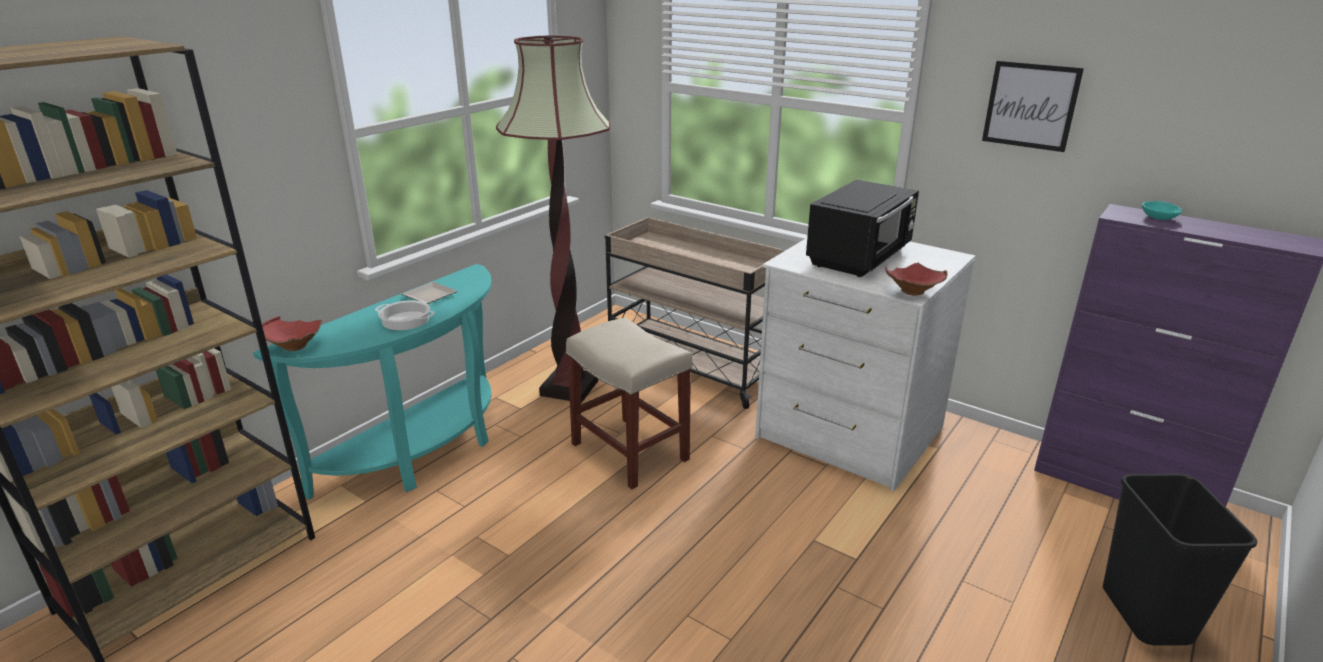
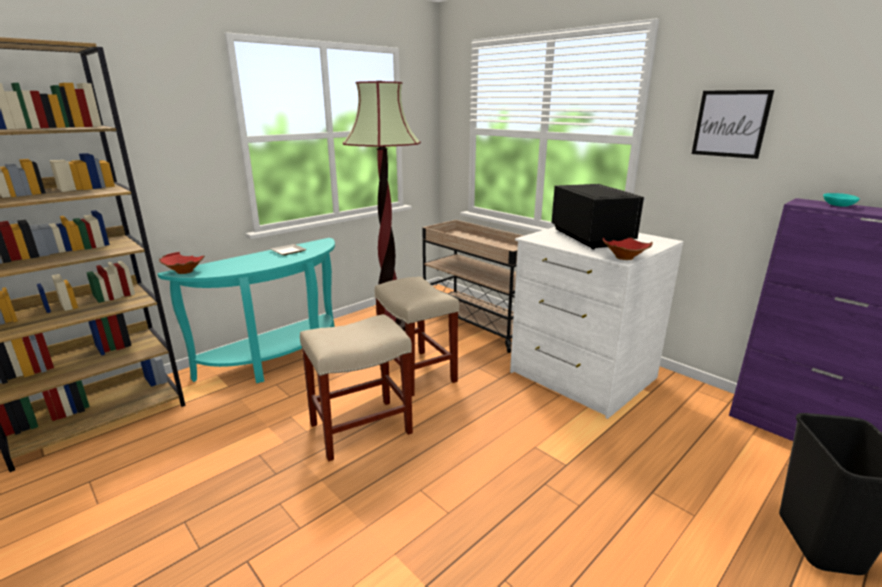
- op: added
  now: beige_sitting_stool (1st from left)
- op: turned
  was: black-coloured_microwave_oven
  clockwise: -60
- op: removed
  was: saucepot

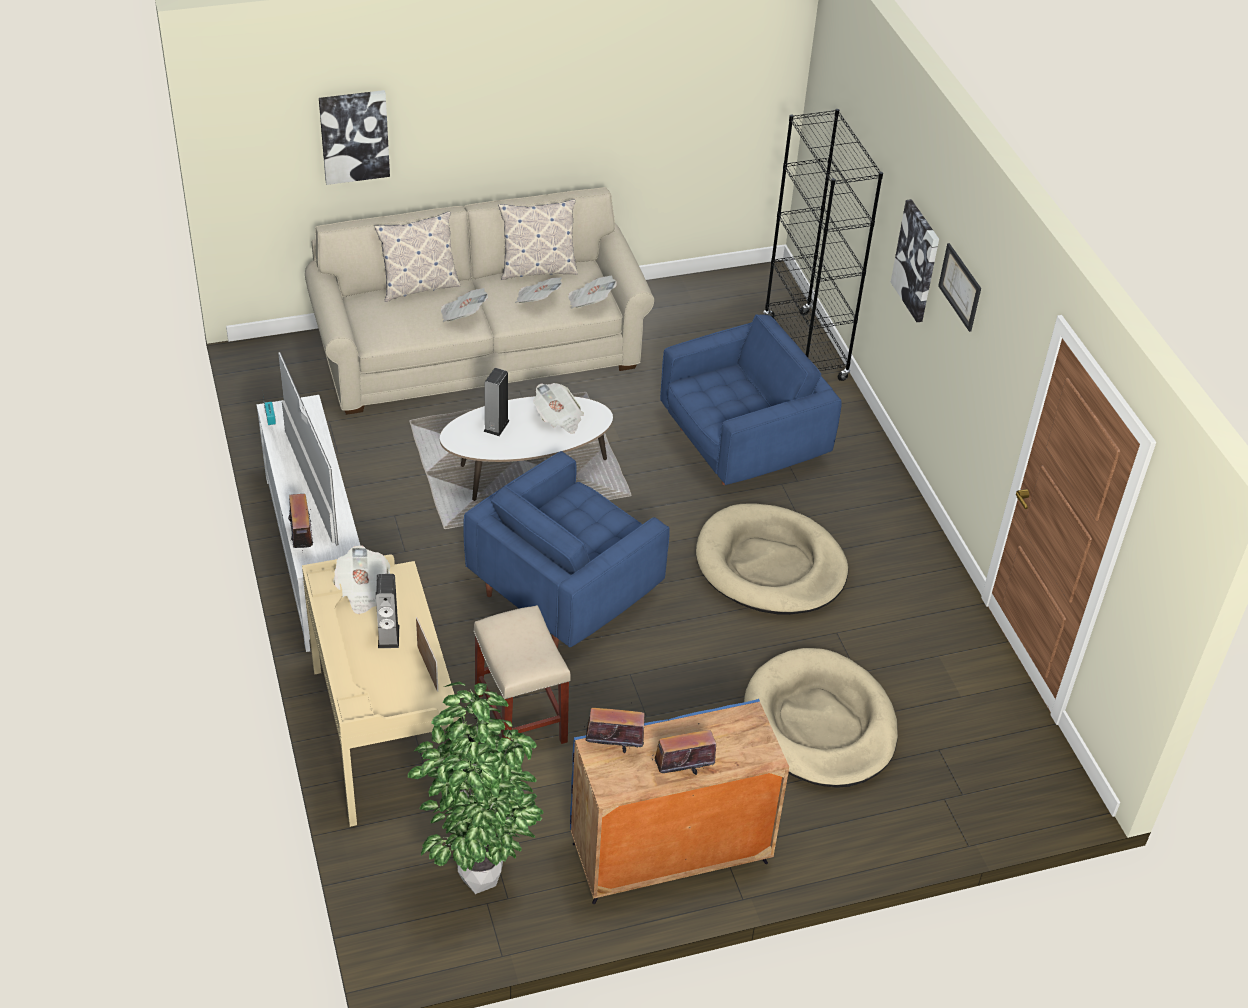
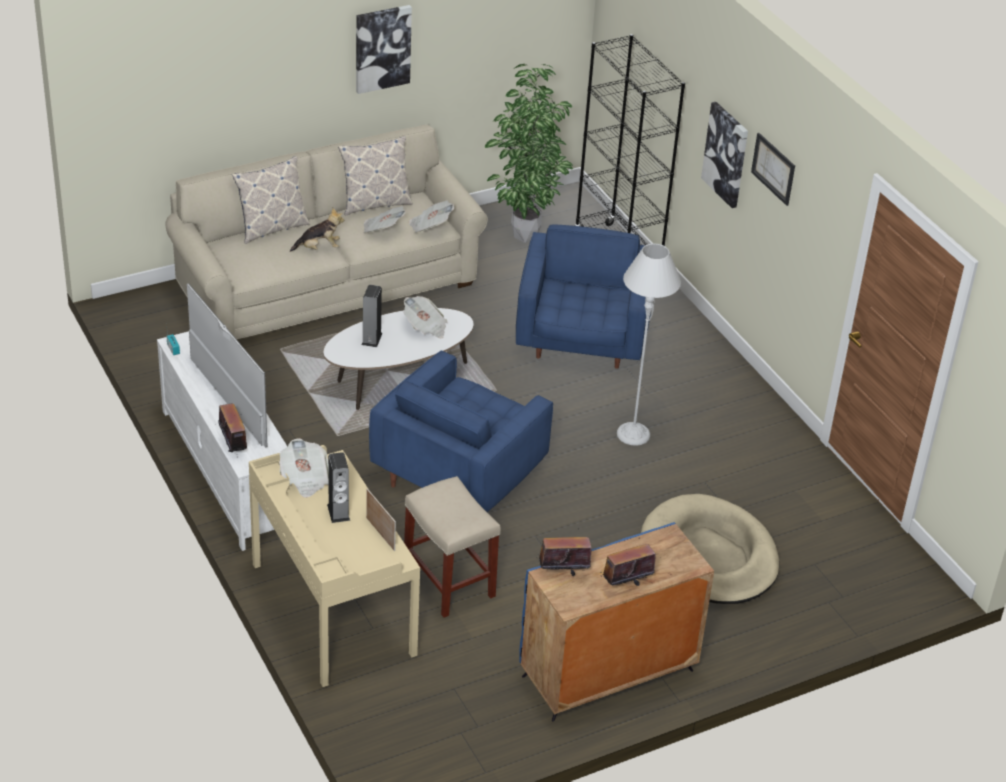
- op: replaced
  was: newspaper (2nd from left)
  now: plush_toy
- op: moved
  was: wall_picture (1st from left)
- op: moved
  was: potted_plant
- op: turned
  was: blue_easy_chair (2nd from left)
  clockwise: -45
- op: replaced
  was: beige_pet_bed (1st from left)
  now: gray_standard_lamp

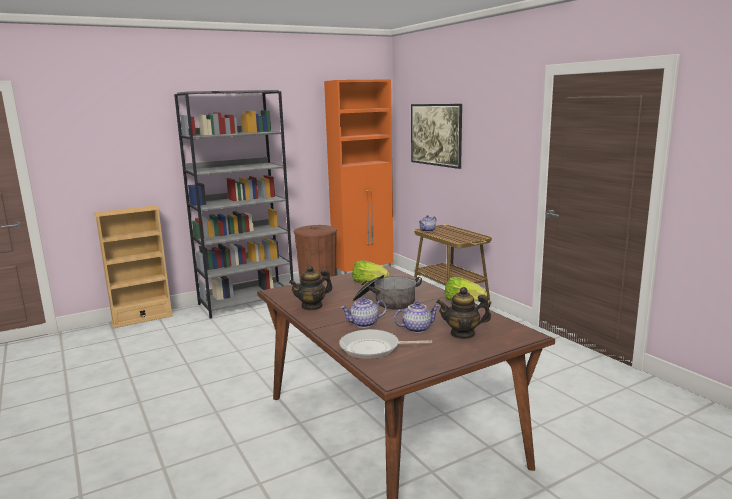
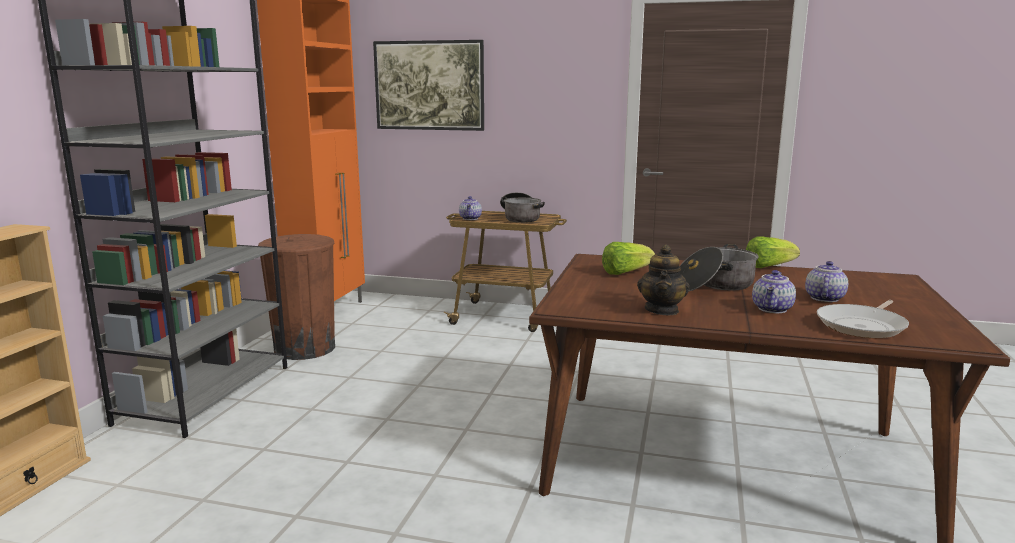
- op: added
  now: saucepot (1st from left)
- op: removed
  was: pot_for_tea (5th from left)

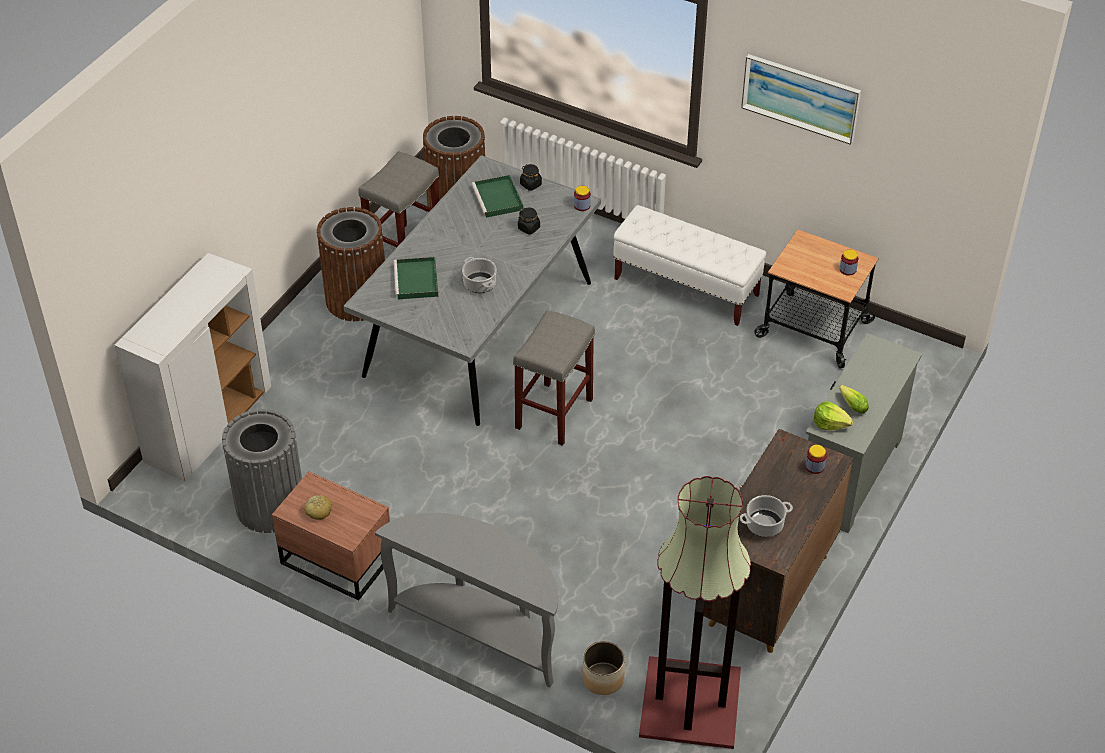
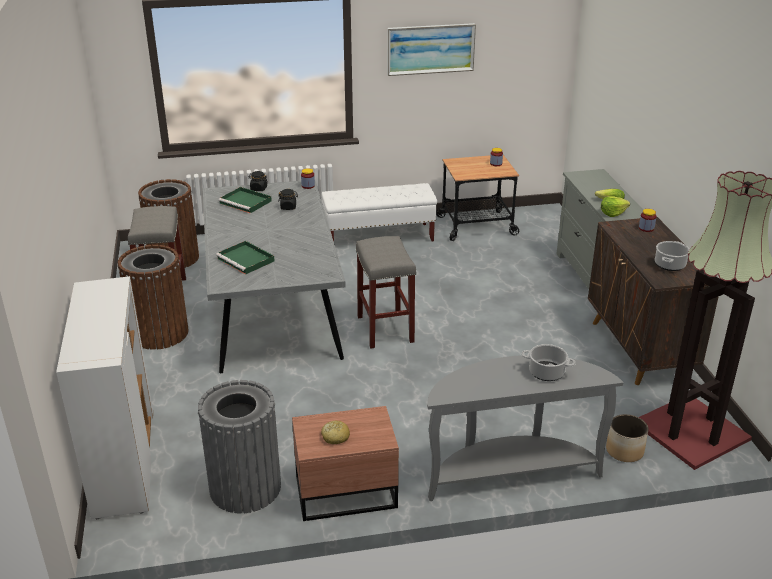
- op: moved
  was: saucepot (1st from left)

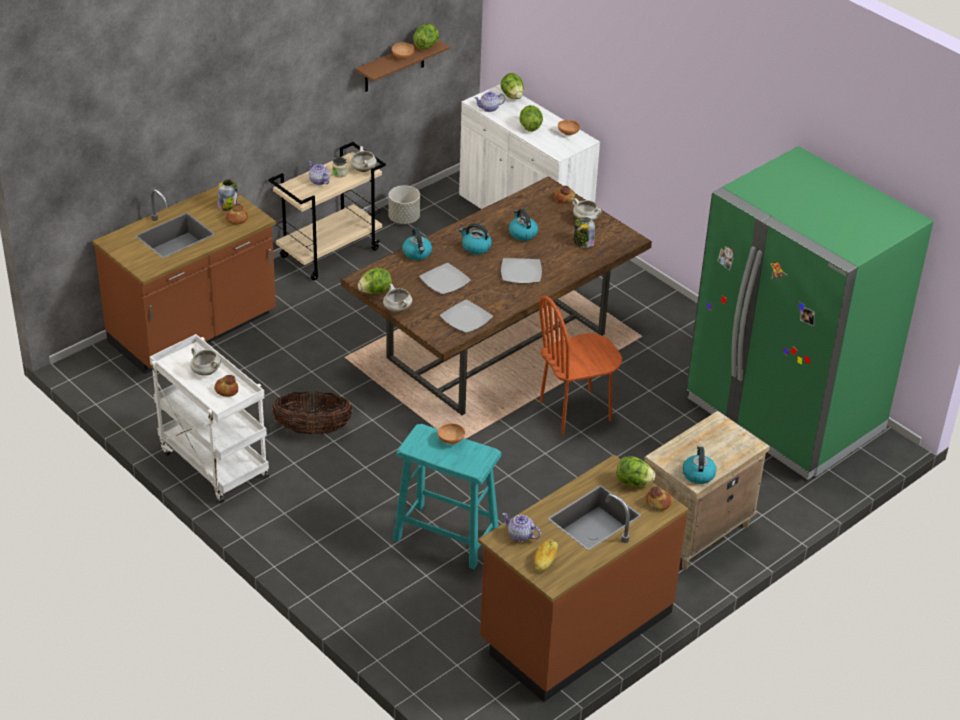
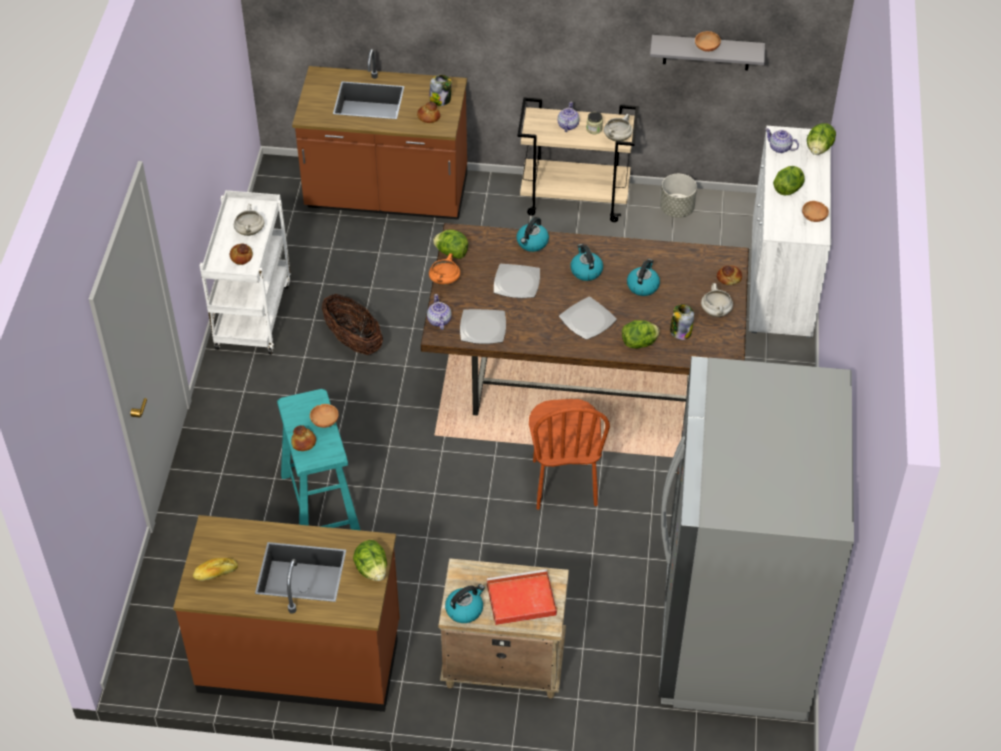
- op: moved
  was: bread (5th from left in the first image)
  now: bread (3rd from left)
- op: moved
  was: pot_for_tea (3rd from left in the first image)
  now: pot_for_tea (1st from left)
- op: recoloured
  was: whitish_saucepot (3rd from left)
  now: orangey_saucepot
- op: added
  now: red-coloured_carrying_tray
- op: turned
  was: brown_plain_chair
  clockwise: -120
- op: moved
  was: lettuce_head (2nd from left in the first image)
  now: lettuce_head (3rd from left)
- op: recoloured
  was: brown_shelf
  now: gray_shelf
- op: recoloured
  was: green-coloured_kitchen_fridge
  now: gray_kitchen_fridge

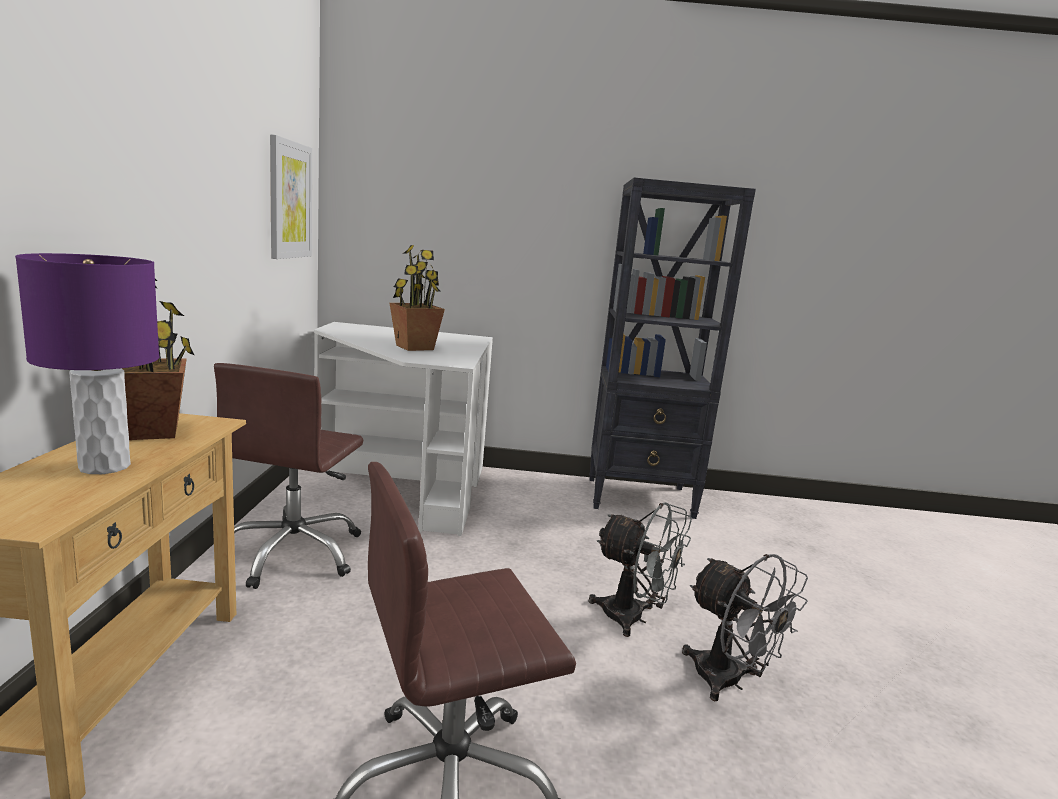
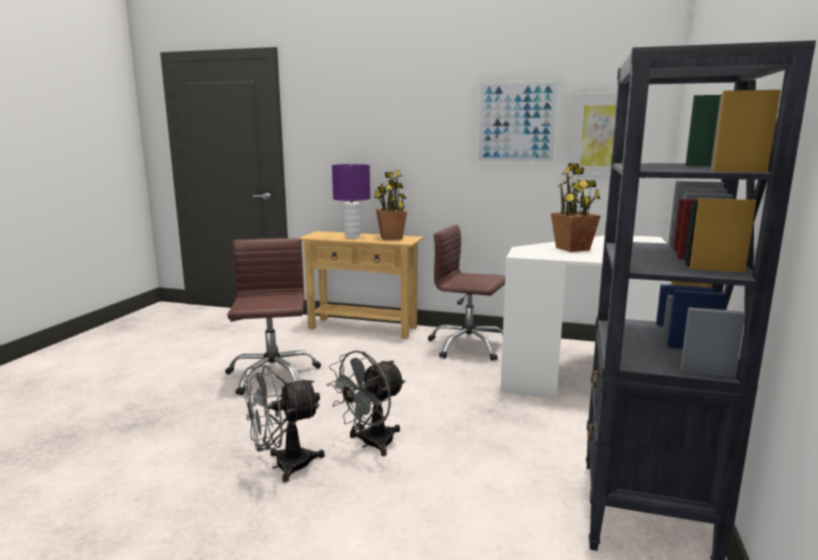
- op: added
  now: wall_picture (1st from left)

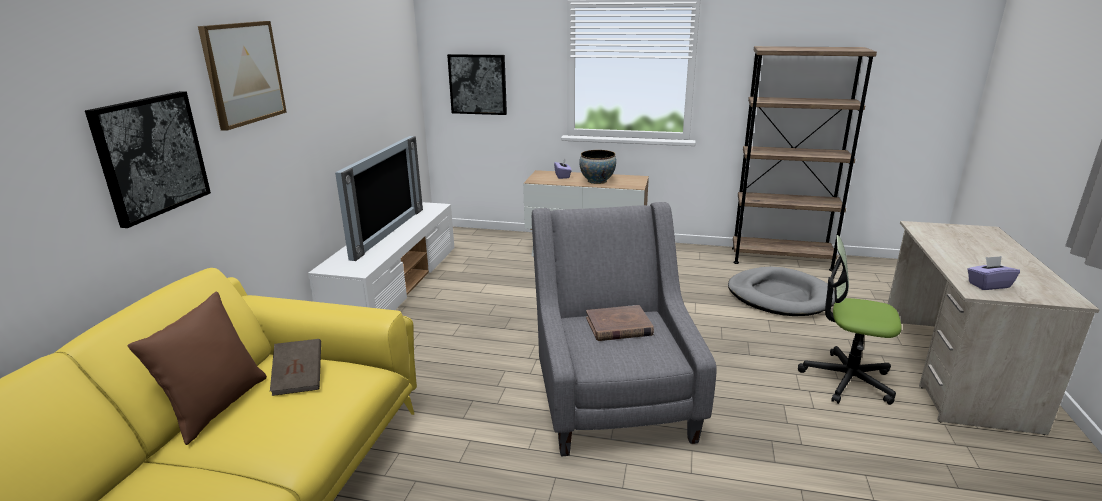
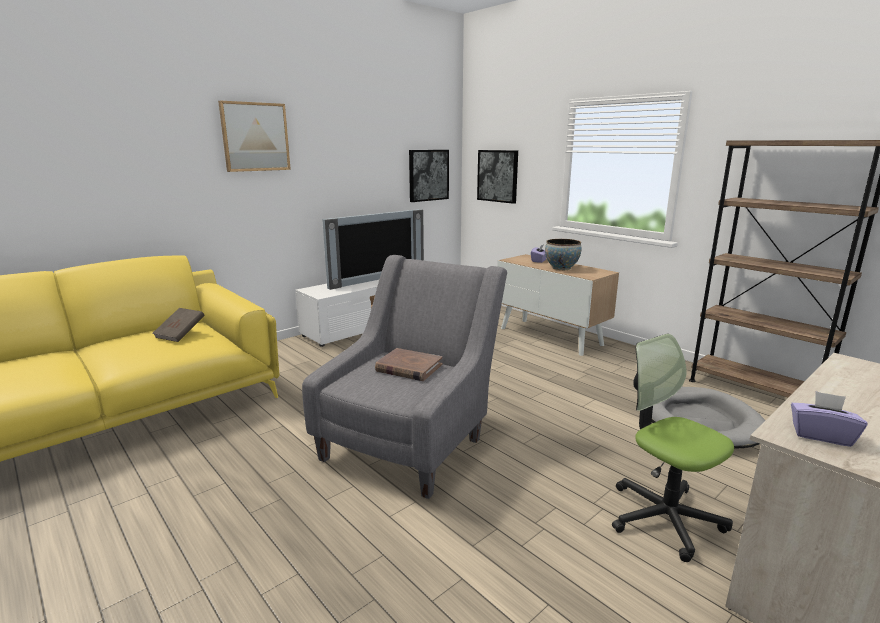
- op: moved
  was: wall_picture (1st from left in the first image)
  now: wall_picture (2nd from left)
- op: removed
  was: brown_pillow

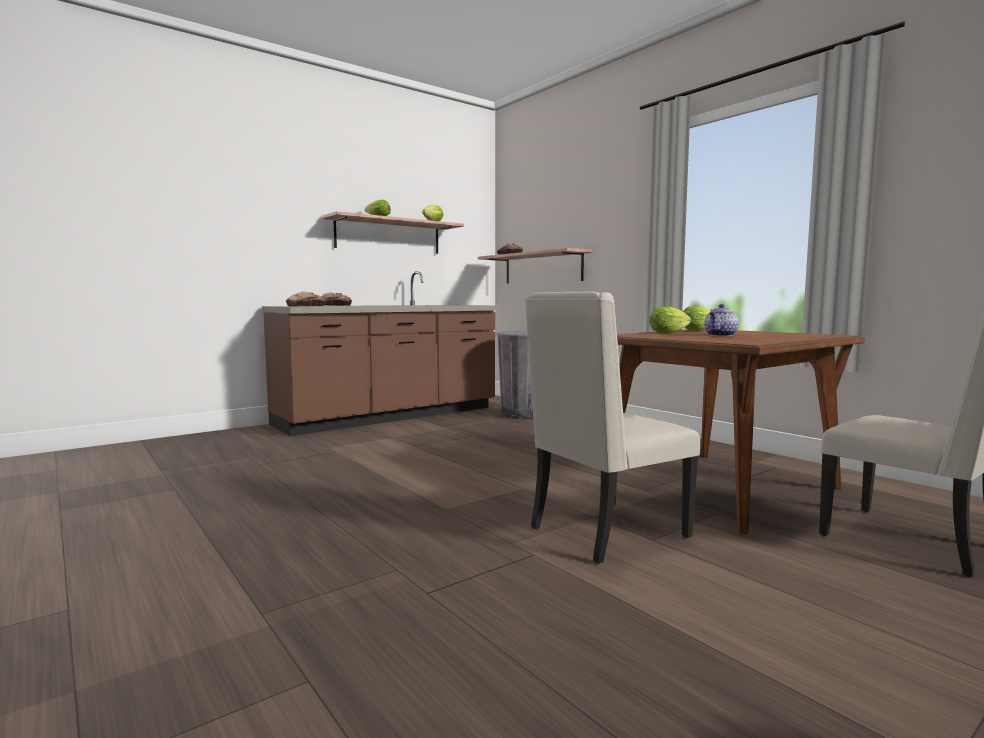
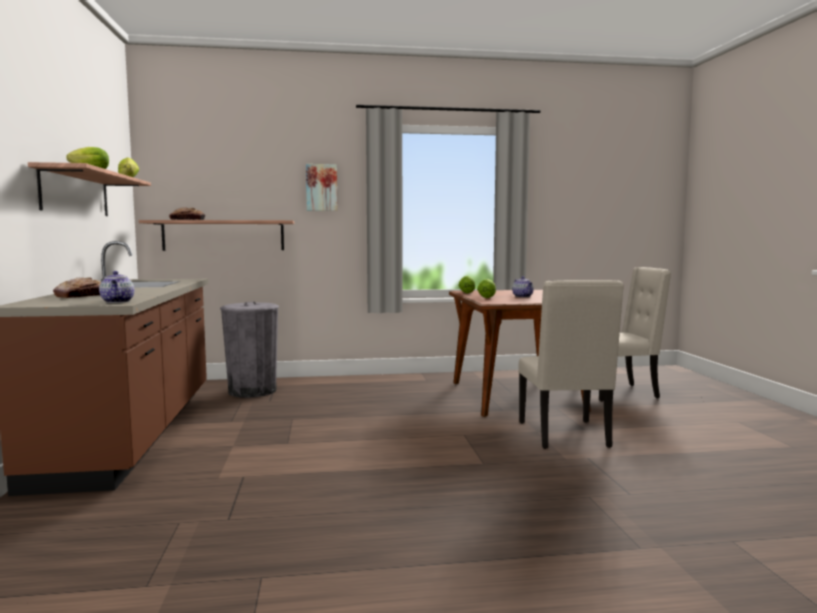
- op: replaced
  was: bread (1st from left)
  now: pot_for_tea (1st from left)
- op: added
  now: wall_picture

